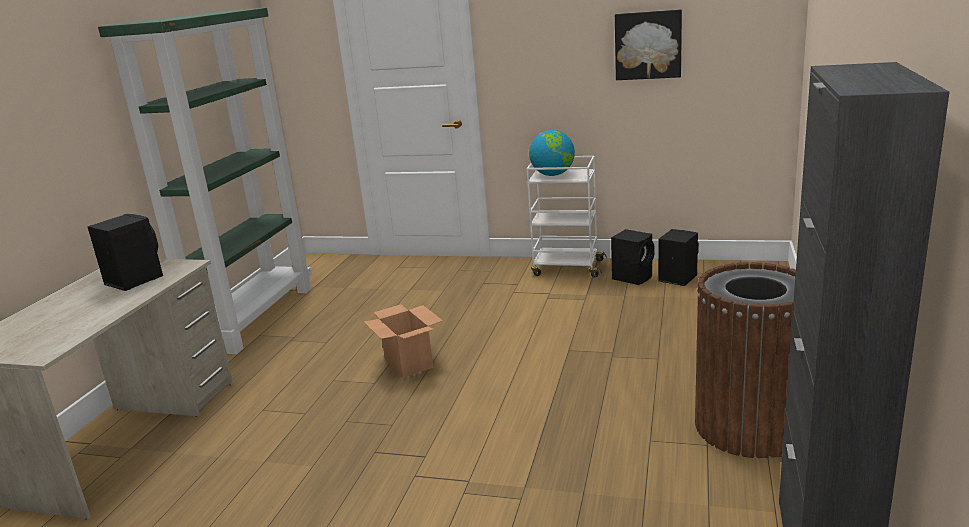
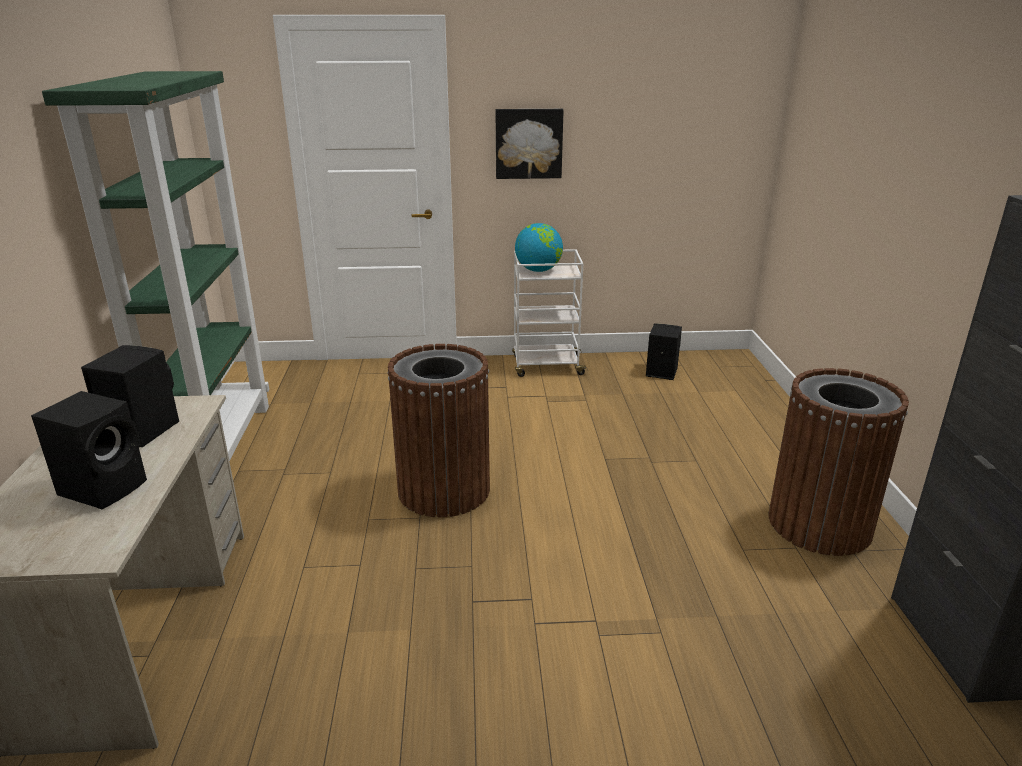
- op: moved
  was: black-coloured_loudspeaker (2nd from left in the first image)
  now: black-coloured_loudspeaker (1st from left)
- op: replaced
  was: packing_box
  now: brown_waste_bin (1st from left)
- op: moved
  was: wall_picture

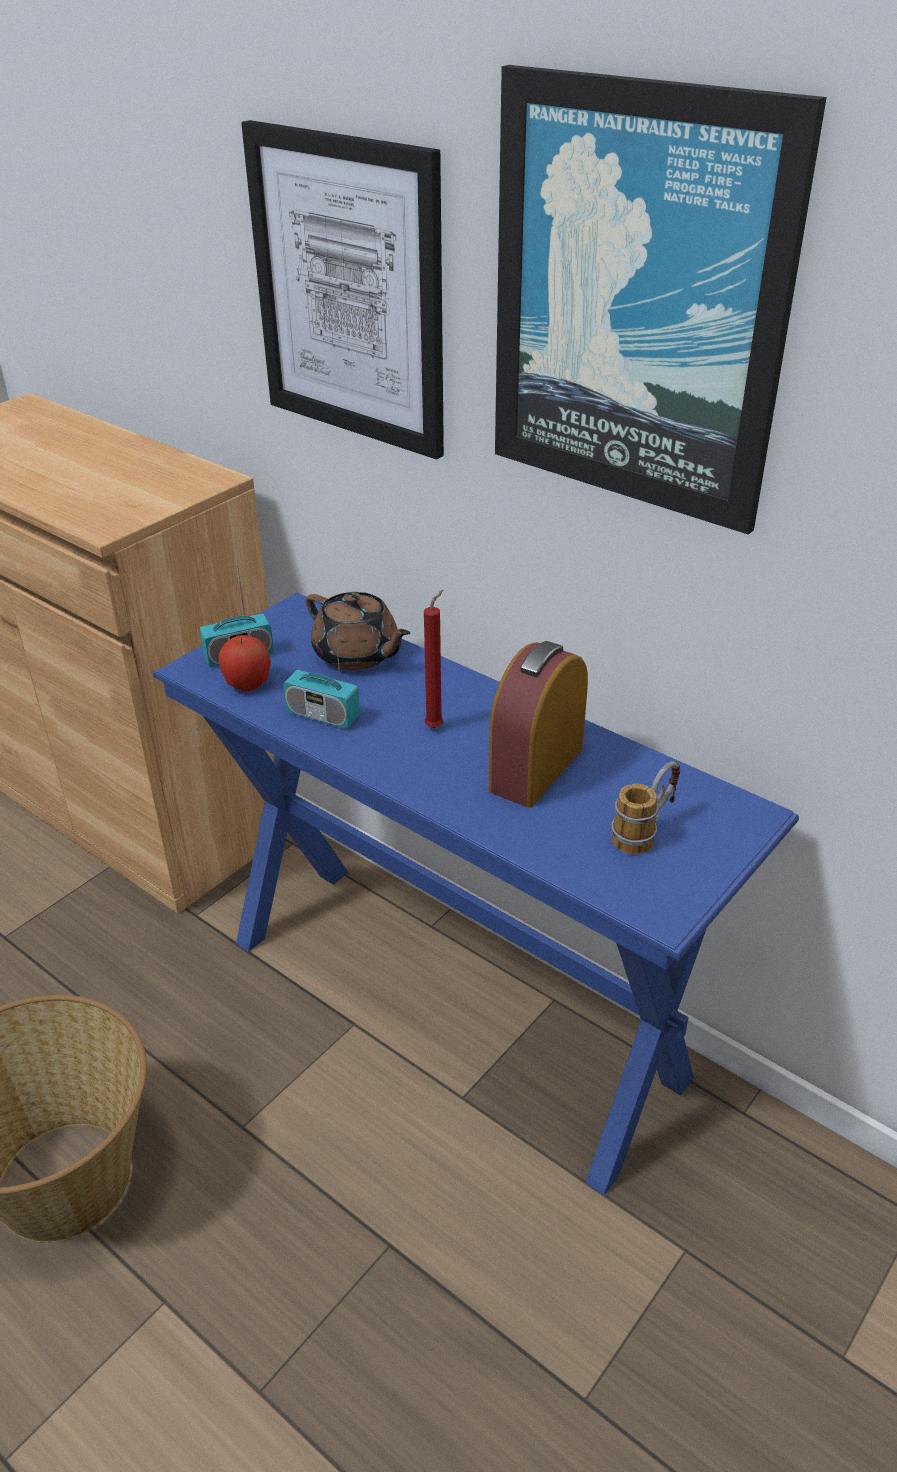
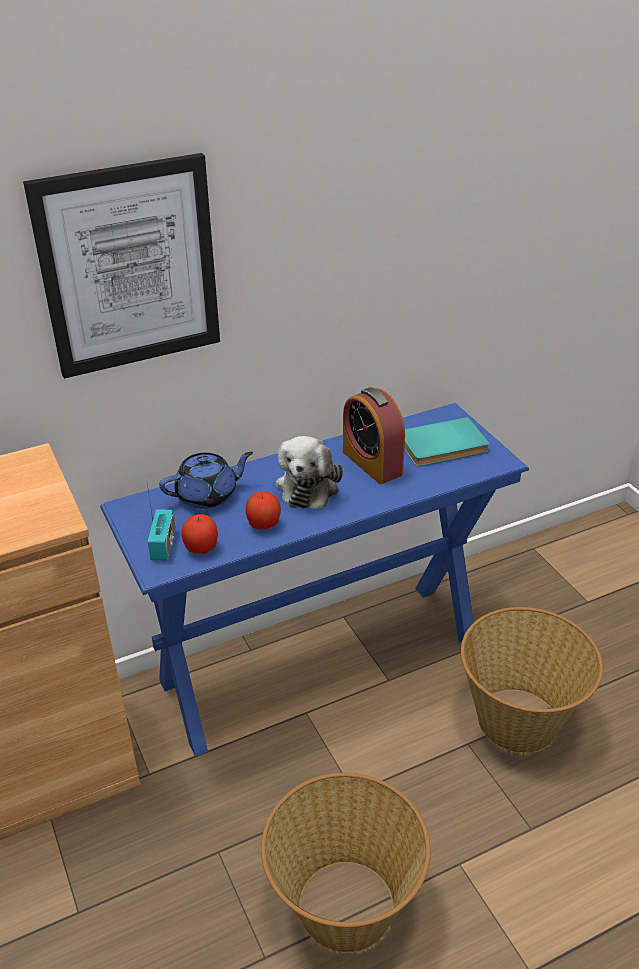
- op: recoloured
  was: brown_pot_for_tea
  now: blue_pot_for_tea
- op: replaced
  was: radio_set (2nd from left)
  now: apple (2nd from left)
- op: replaced
  was: red-coloured_wax_candle
  now: plush_toy
- op: replaced
  was: coffee_mug
  now: blue-green_bound_book
- op: added
  now: household_basket (2nd from left)
- op: removed
  was: wall_picture (2nd from left)

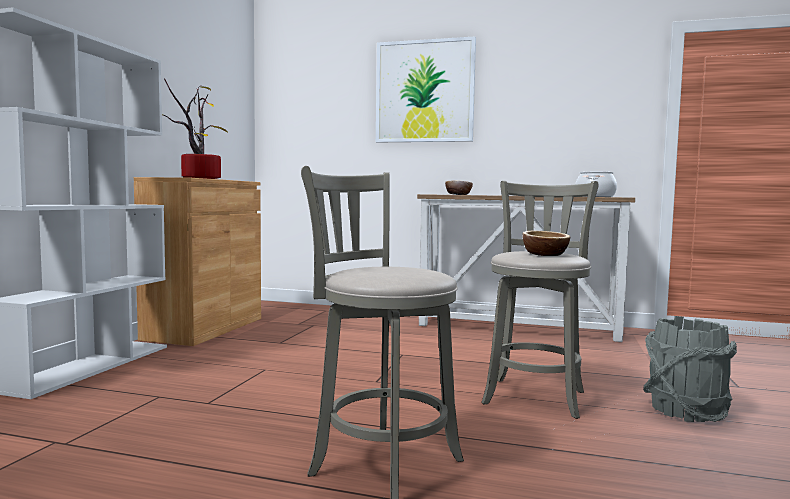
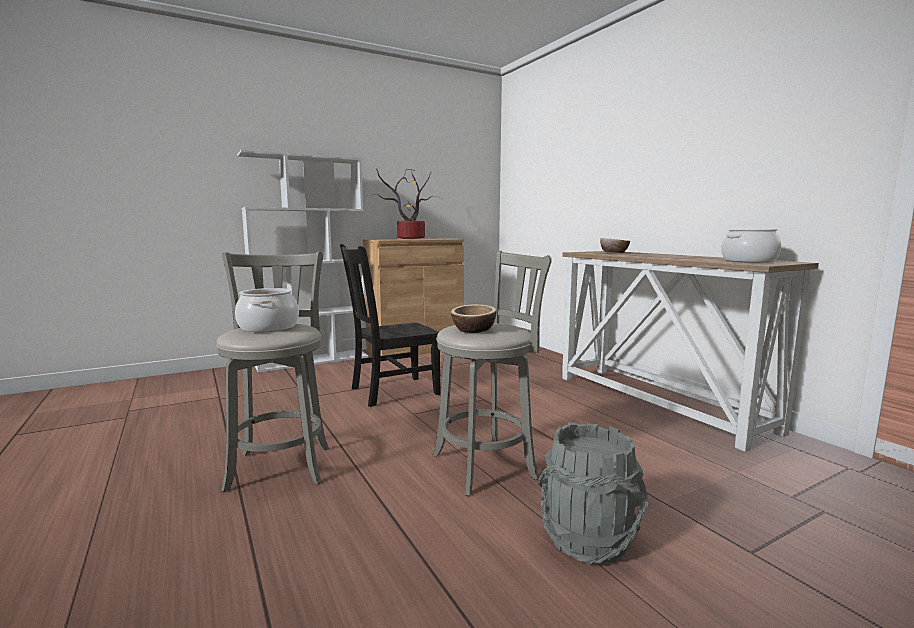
- op: added
  now: saucepot (1st from left)
- op: added
  now: black-coloured_plain_chair
- op: removed
  was: wall_picture

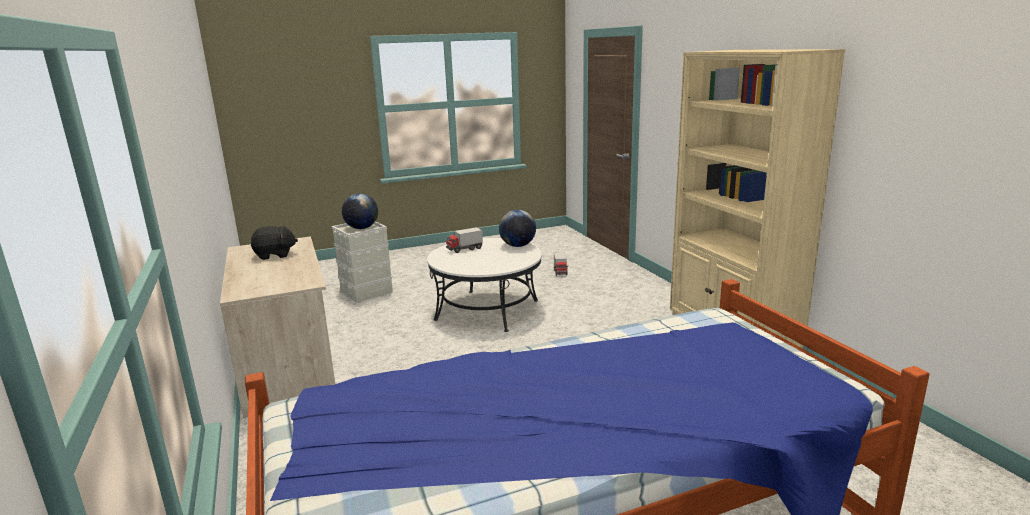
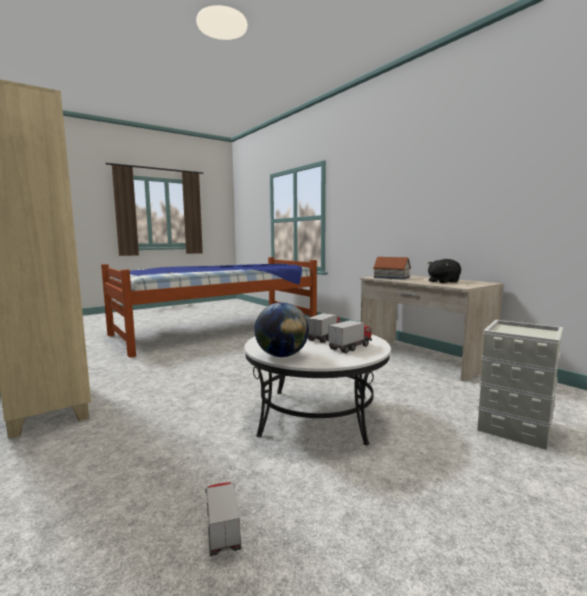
- op: added
  now: toy_truck (2nd from left)
- op: added
  now: miniature_house
- op: removed
  was: world_globe (1st from left)

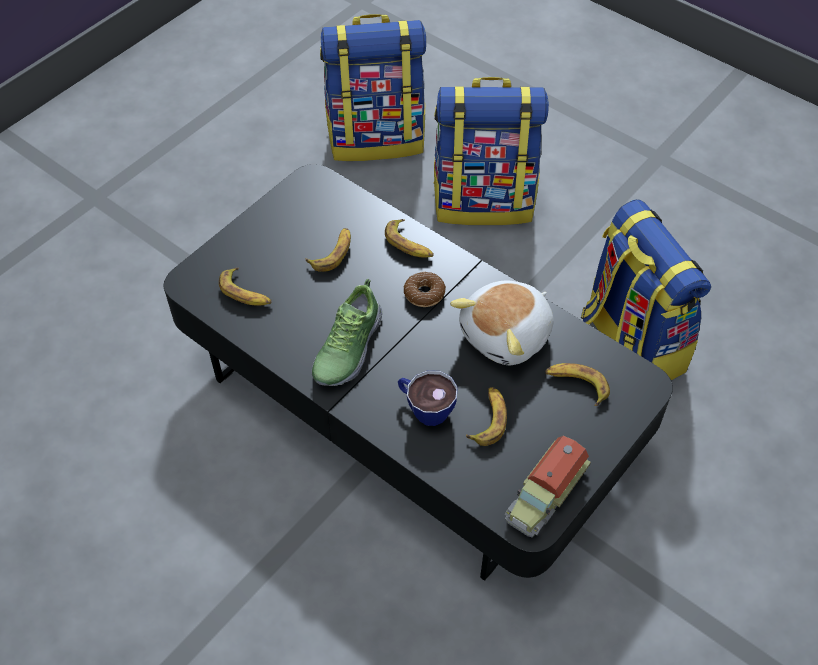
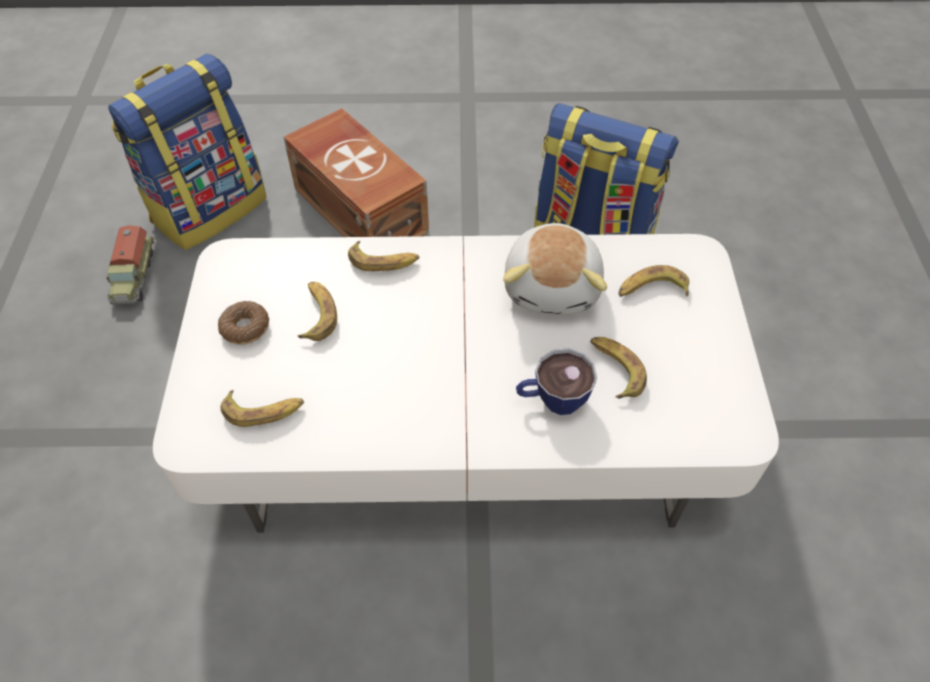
- op: moved
  was: toy_truck
- op: recoloured
  was: black-coloured_coffee_table
  now: whitish_coffee_table
- op: moved
  was: donut
- op: replaced
  was: knapsack (2nd from left)
  now: brown_storage_container
- op: removed
  was: low_shoe

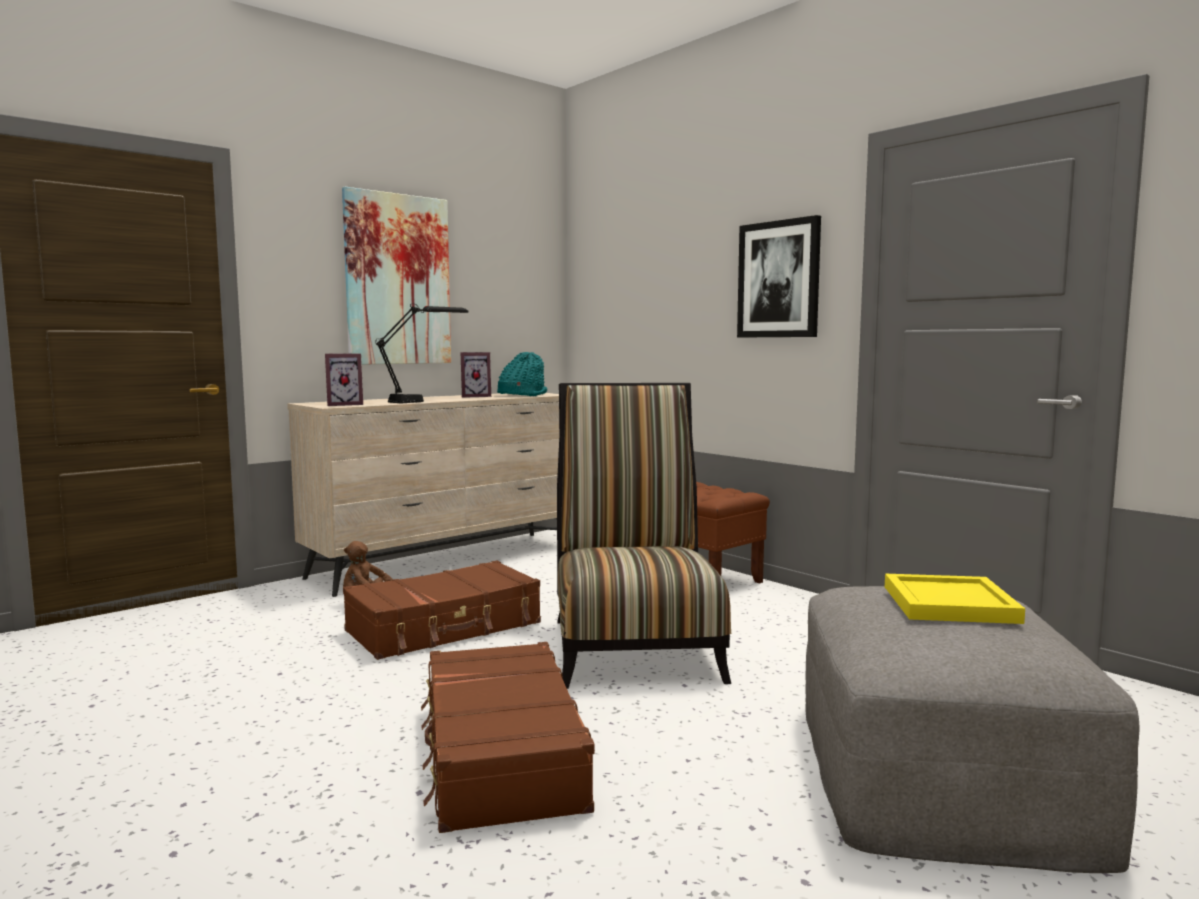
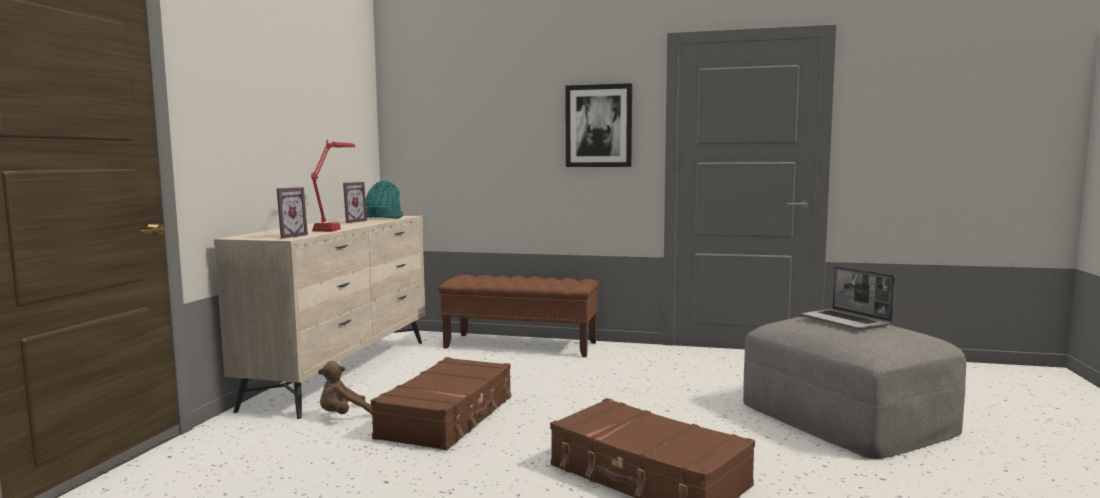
- op: recoloured
  was: black-coloured_tabletop_lamp
  now: red-coloured_tabletop_lamp
- op: replaced
  was: yellow_carrying_tray
  now: portable_computer
- op: removed
  was: wall_picture (1st from left)
- op: removed
  was: plain_chair

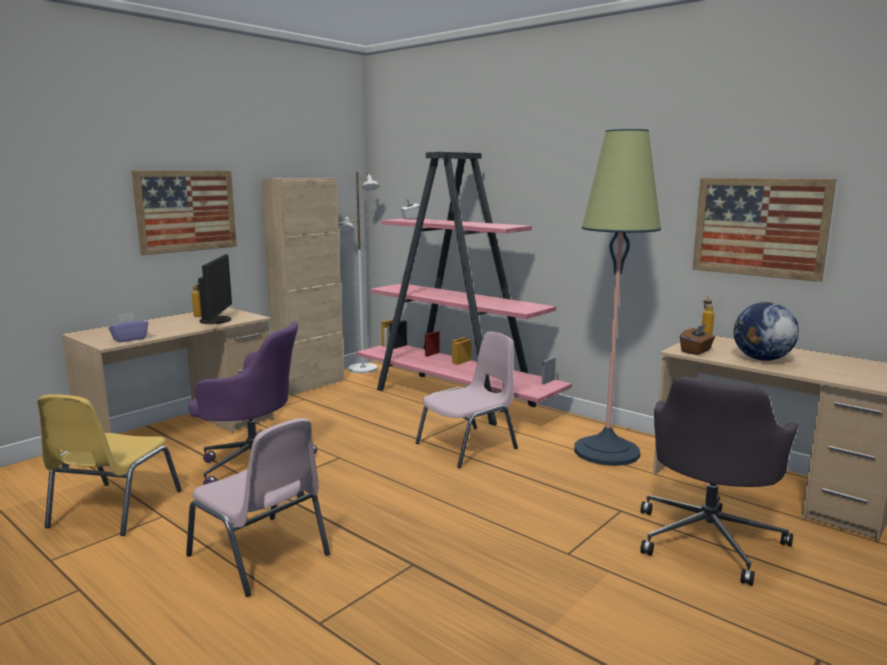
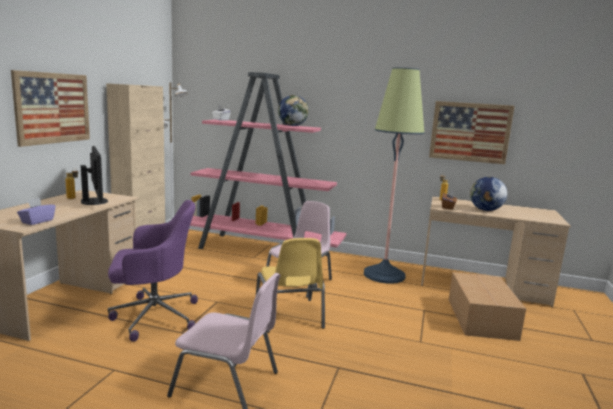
- op: moved
  was: yellow_plain_chair
- op: added
  now: world_globe (1st from left)
- op: replaced
  was: gray_desk_chair
  now: packing_box

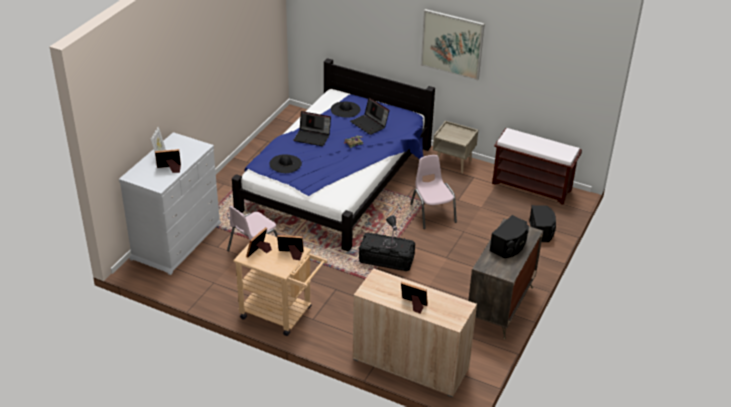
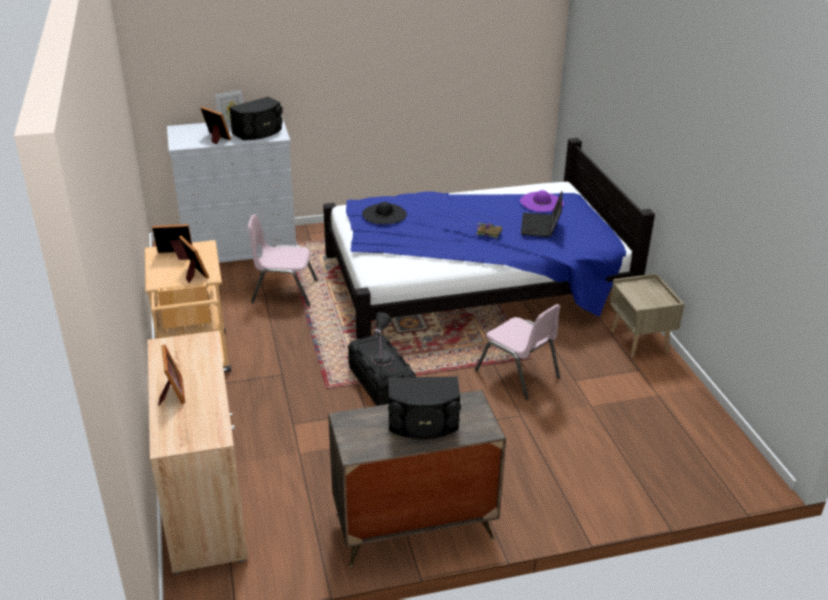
- op: moved
  was: black-coloured_loudspeaker (2nd from left in the first image)
  now: black-coloured_loudspeaker (1st from left)
- op: turned
  was: pinkish_plain_chair (2nd from left)
  clockwise: 105
- op: recoloured
  was: black-coloured_wearable_hat (2nd from left)
  now: purplish_wearable_hat
- op: removed
  was: portable_computer (1st from left)
- op: removed
  was: wall_picture
- op: removed
  was: brown_indoor_bench

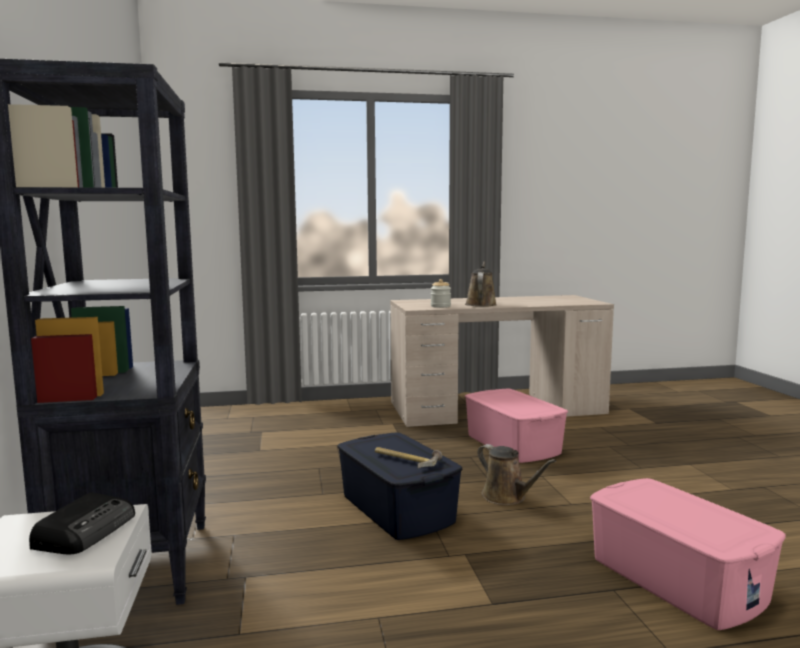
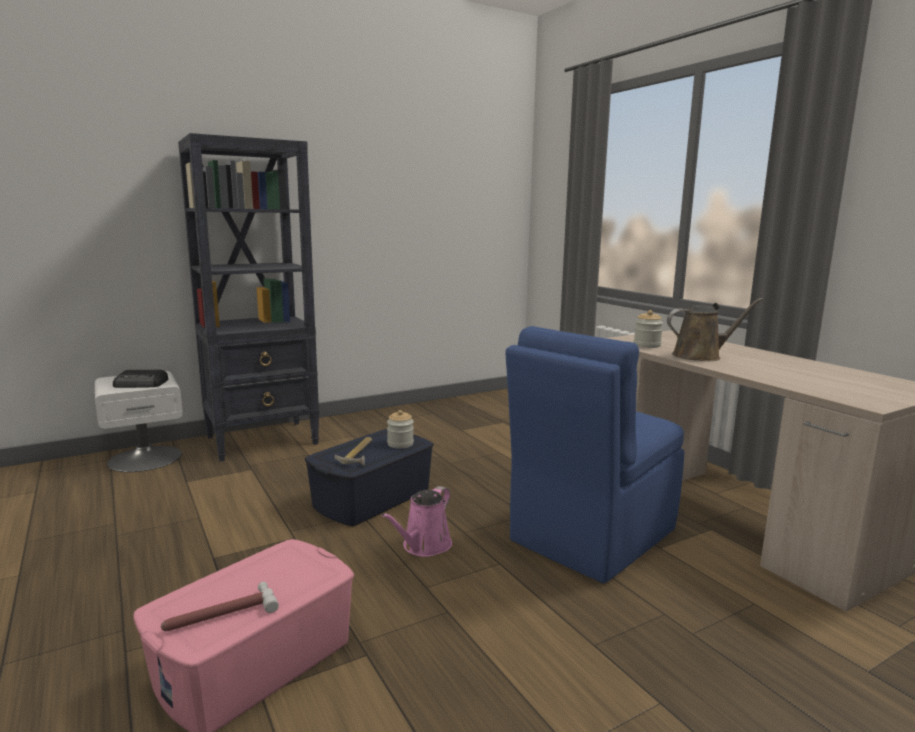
- op: added
  now: hand_hammer (1st from left)
- op: recoloured
  was: brown_watering_can (2nd from left)
  now: pinkish_watering_can
- op: added
  now: preserve_jar (1st from left)
- op: replaced
  was: pinkish_storage_container (1st from left)
  now: blue_plain_chair

